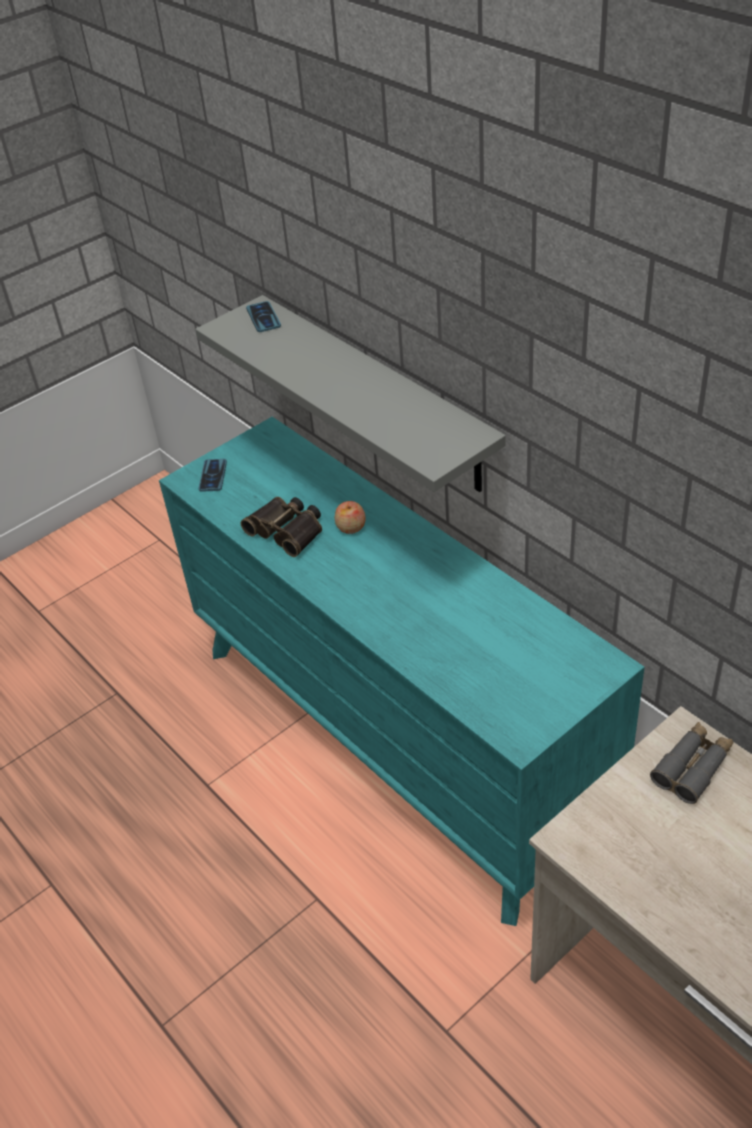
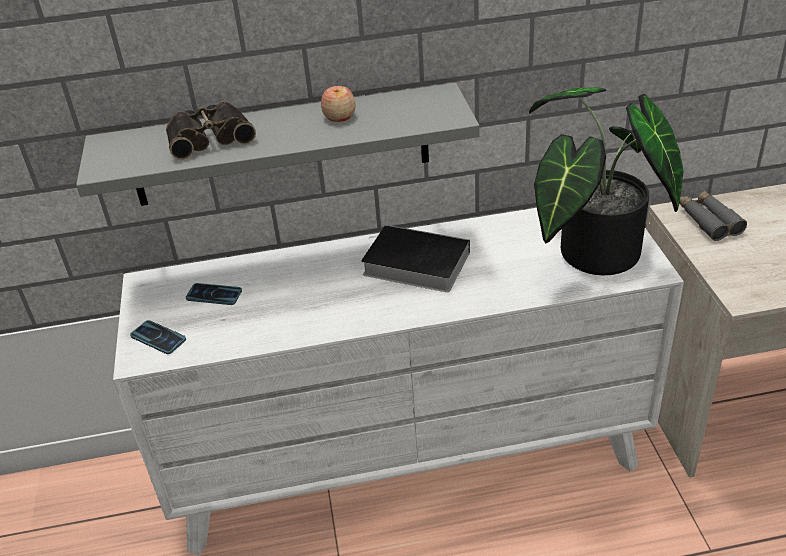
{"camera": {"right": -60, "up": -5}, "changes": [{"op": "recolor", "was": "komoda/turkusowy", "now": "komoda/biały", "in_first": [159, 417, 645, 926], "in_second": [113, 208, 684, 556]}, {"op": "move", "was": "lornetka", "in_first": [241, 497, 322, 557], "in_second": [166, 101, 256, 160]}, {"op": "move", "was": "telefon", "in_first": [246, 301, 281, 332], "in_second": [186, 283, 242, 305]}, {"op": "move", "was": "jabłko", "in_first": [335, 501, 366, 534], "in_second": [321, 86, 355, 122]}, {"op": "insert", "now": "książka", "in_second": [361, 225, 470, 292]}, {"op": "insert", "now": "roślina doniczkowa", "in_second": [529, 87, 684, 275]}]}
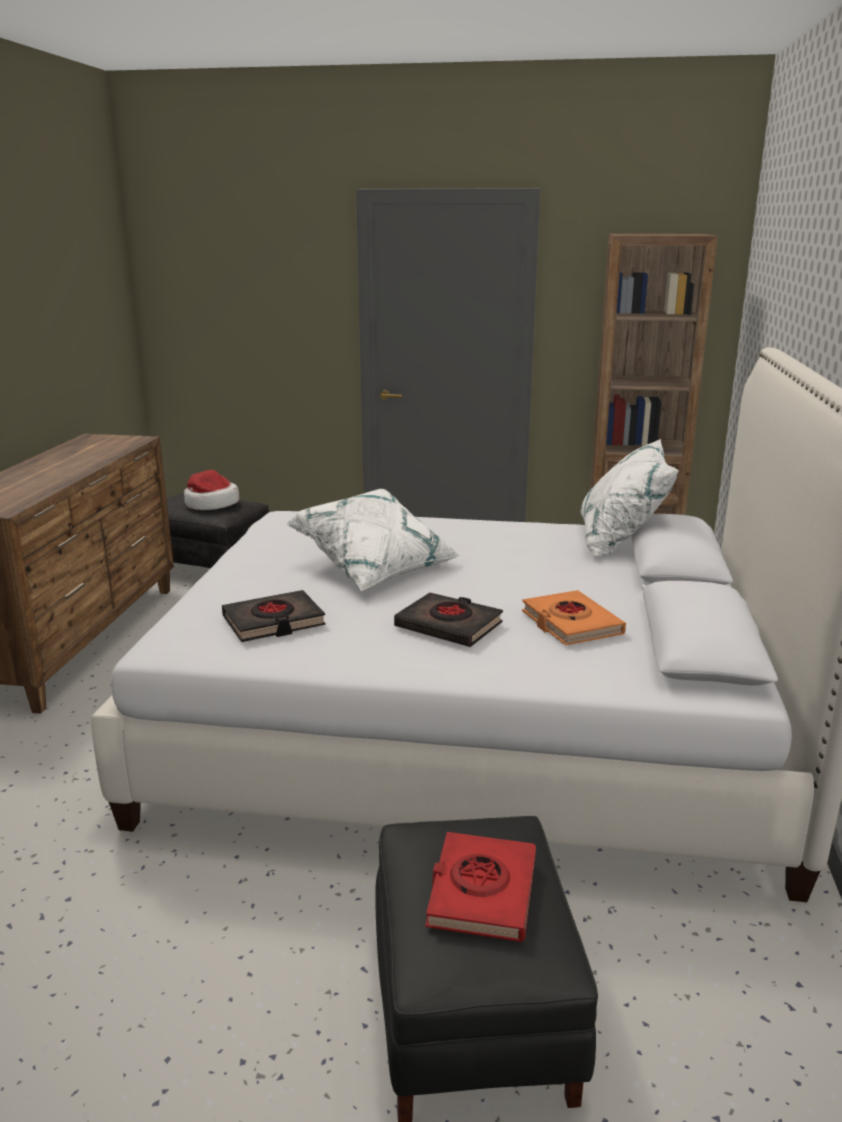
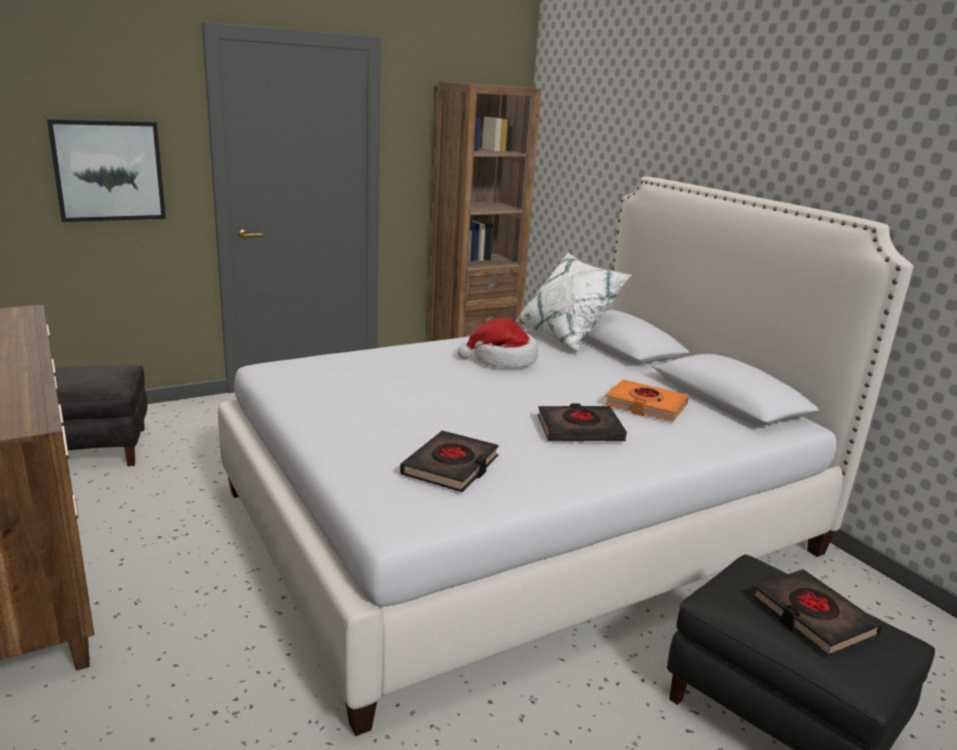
{"camera": {"right": -40, "up": 0}, "changes": [{"op": "insert", "now": "obraz", "in_second": [47, 119, 166, 222]}, {"op": "move", "was": "kapelusz", "in_first": [184, 470, 239, 510], "in_second": [458, 318, 538, 368]}, {"op": "recolor", "was": "książka/czerwony", "now": "książka/czarny", "in_first": [425, 832, 536, 942], "in_second": [752, 569, 883, 656]}, {"op": "delete", "was": "poduszka/biały", "in_first": [287, 489, 461, 591]}]}
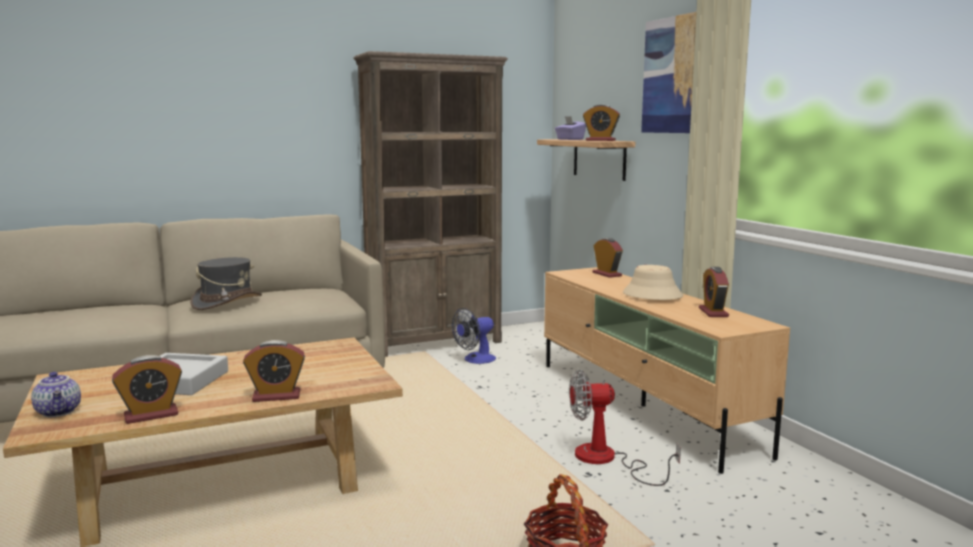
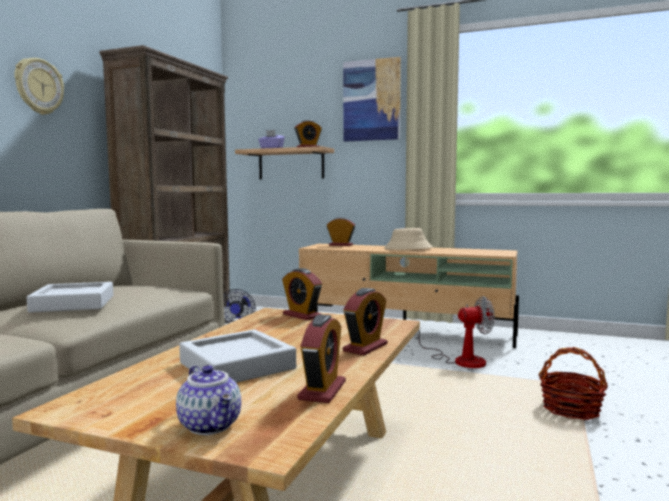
{"camera": {"right": -45, "up": -5}, "changes": [{"op": "insert", "now": "zegar ścienny", "in_second": [14, 58, 64, 115]}, {"op": "replace", "was": "kapelusz/szary", "now": "taca/szary", "in_first": [190, 257, 262, 310], "in_second": [27, 282, 113, 313]}, {"op": "rotate", "was": "imbryk", "in_first": [31, 372, 81, 417], "in_second": [176, 365, 241, 435], "clockwise": 45}, {"op": "move", "was": "budzik", "in_first": [699, 267, 729, 317], "in_second": [282, 268, 322, 320]}, {"op": "rotate", "was": "wentylator", "in_first": [569, 370, 681, 486], "in_second": [419, 296, 495, 368], "clockwise": -135}]}
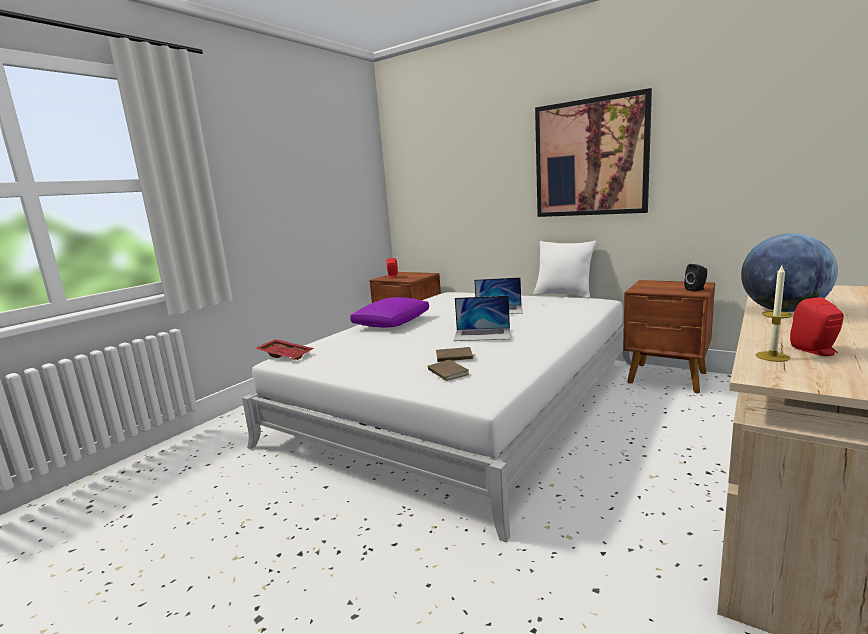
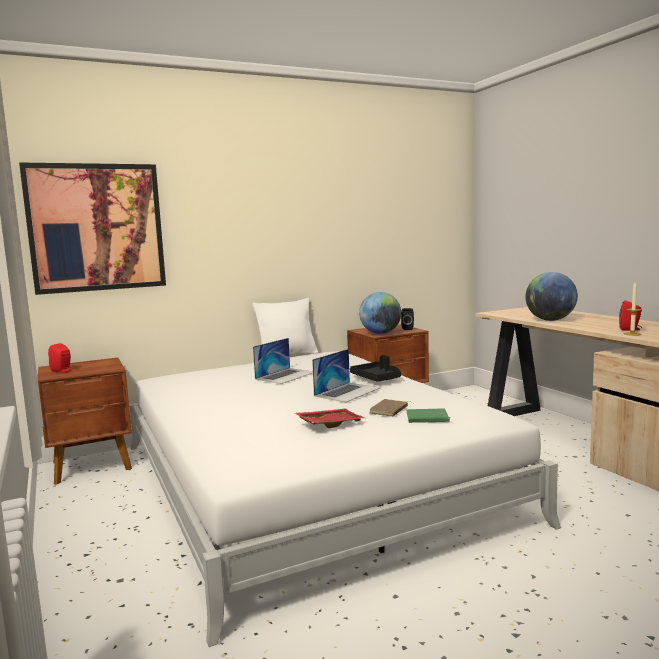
{"camera": {"right": -60, "up": -5}, "changes": [{"op": "move", "was": "obraz", "in_first": [535, 88, 652, 217], "in_second": [19, 162, 166, 295]}, {"op": "move", "was": "taca/czerwony", "in_first": [255, 339, 314, 360], "in_second": [295, 409, 365, 428]}, {"op": "insert", "now": "taca/czarny", "in_second": [350, 355, 401, 382]}, {"op": "insert", "now": "globus", "in_second": [359, 292, 401, 334]}, {"op": "recolor", "was": "książka/brązowy", "now": "książka/zielony", "in_first": [427, 360, 469, 381], "in_second": [406, 408, 451, 423]}, {"op": "delete", "was": "poduszka/fioletowy", "in_first": [350, 297, 429, 328]}]}
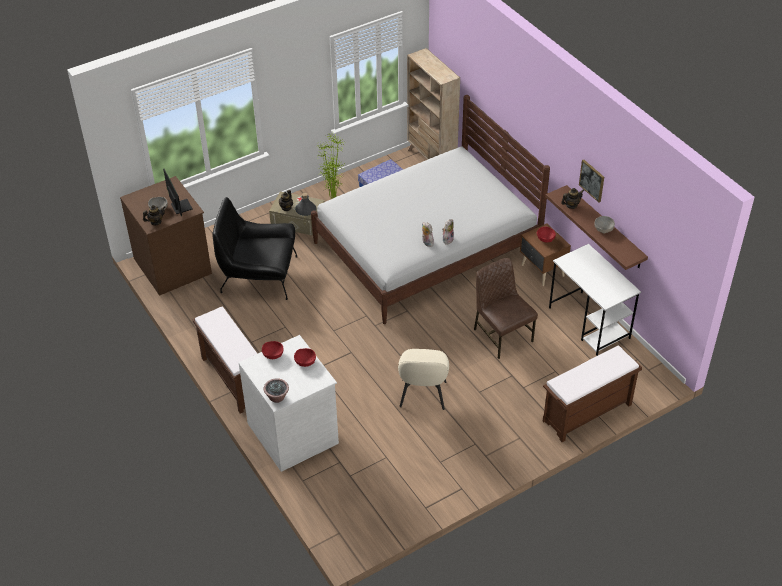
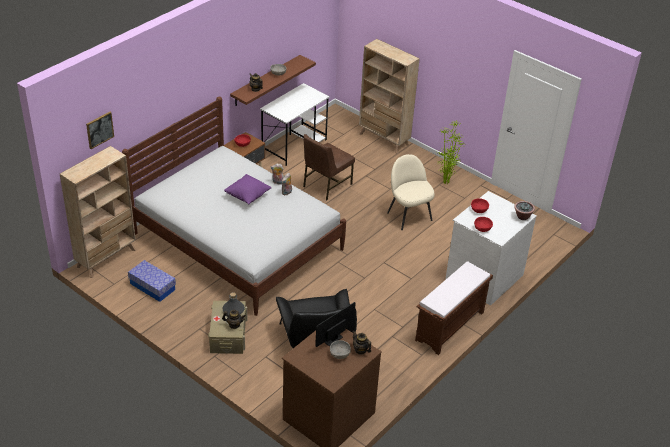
{"camera": {"right": -110, "up": -5}, "changes": [{"op": "move", "was": "obraz", "in_first": [579, 159, 604, 203], "in_second": [86, 112, 114, 149]}, {"op": "insert", "now": "poduszka/fioletowy", "in_second": [224, 174, 271, 204]}, {"op": "replace", "was": "ławka/brązowy", "now": "regał/beżowy", "in_first": [543, 345, 642, 442], "in_second": [359, 39, 420, 154]}, {"op": "rotate", "was": "krzesło/beżowy", "in_first": [398, 349, 449, 410], "in_second": [387, 154, 435, 230], "clockwise": -105}, {"op": "move", "was": "roślina doniczkowa", "in_first": [316, 131, 346, 199], "in_second": [437, 121, 465, 185]}]}
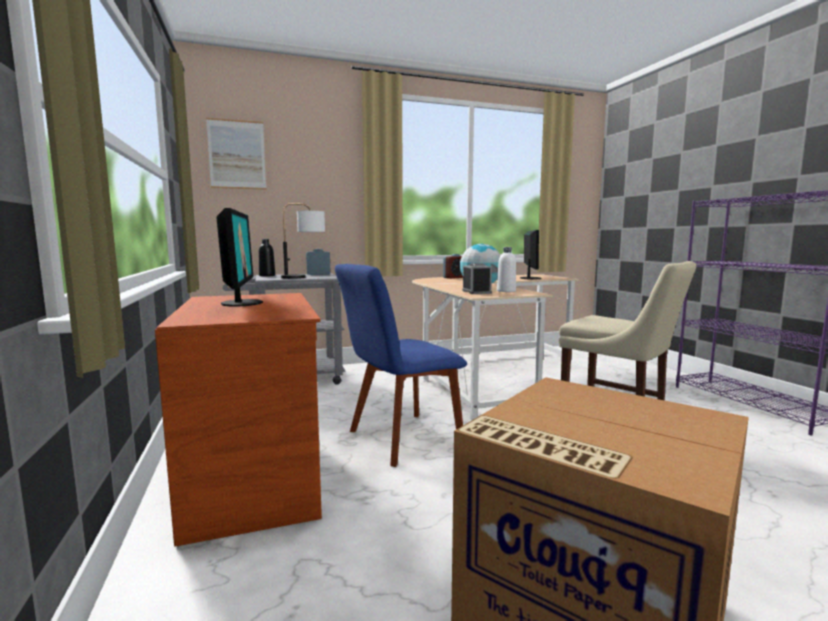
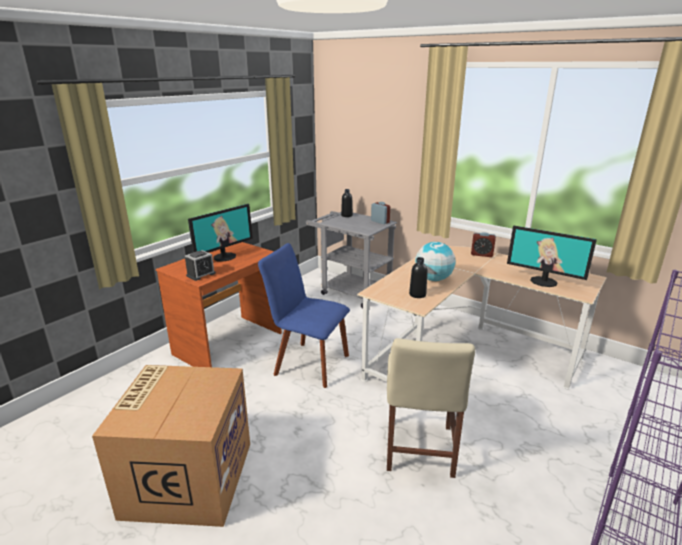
{"camera": {"right": 55, "up": 15}, "changes": [{"op": "move", "was": "budzik", "in_first": [463, 263, 492, 294], "in_second": [185, 250, 216, 281]}, {"op": "recolor", "was": "butelka/biały", "now": "butelka/czarny", "in_first": [497, 247, 516, 292], "in_second": [409, 257, 427, 298]}, {"op": "rotate", "was": "monitor", "in_first": [520, 230, 541, 280], "in_second": [507, 226, 597, 287], "clockwise": 60}, {"op": "delete", "was": "obraz", "in_first": [206, 118, 266, 190]}, {"op": "delete", "was": "lampa stołowa", "in_first": [281, 203, 325, 279]}]}
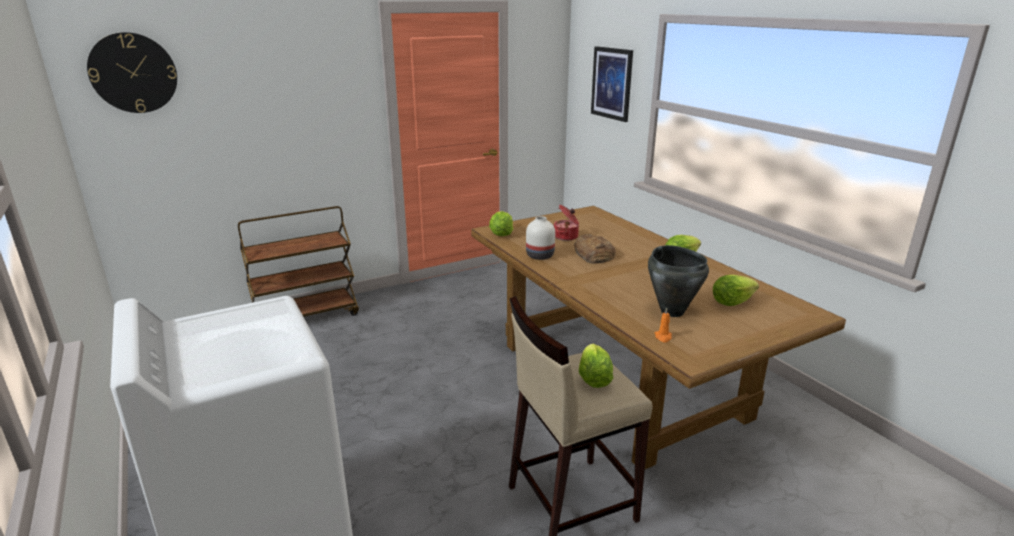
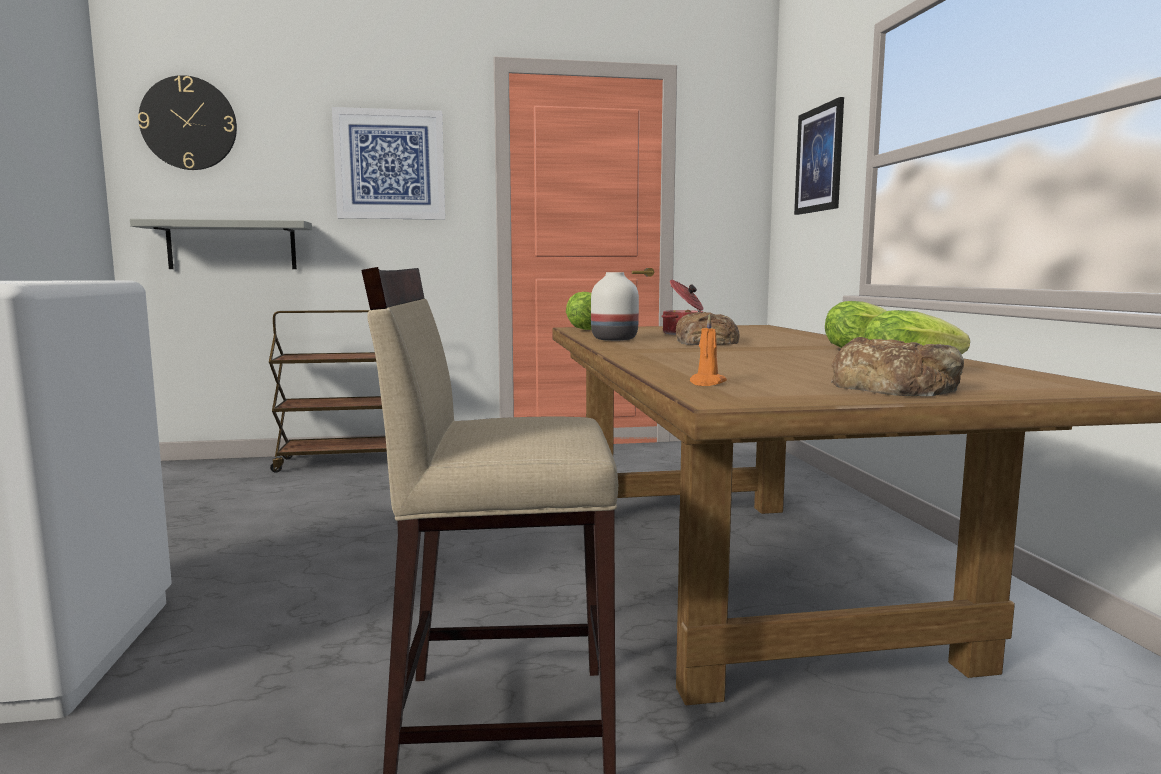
{"camera": {"right": 20, "up": -15}, "changes": [{"op": "insert", "now": "półka/szary", "in_second": [130, 219, 312, 269]}, {"op": "insert", "now": "obraz", "in_second": [332, 107, 445, 220]}, {"op": "insert", "now": "chleb", "in_second": [831, 337, 964, 396]}, {"op": "delete", "was": "sałata", "in_first": [579, 343, 613, 388]}, {"op": "delete", "was": "garnek/czarny", "in_first": [648, 245, 709, 317]}]}
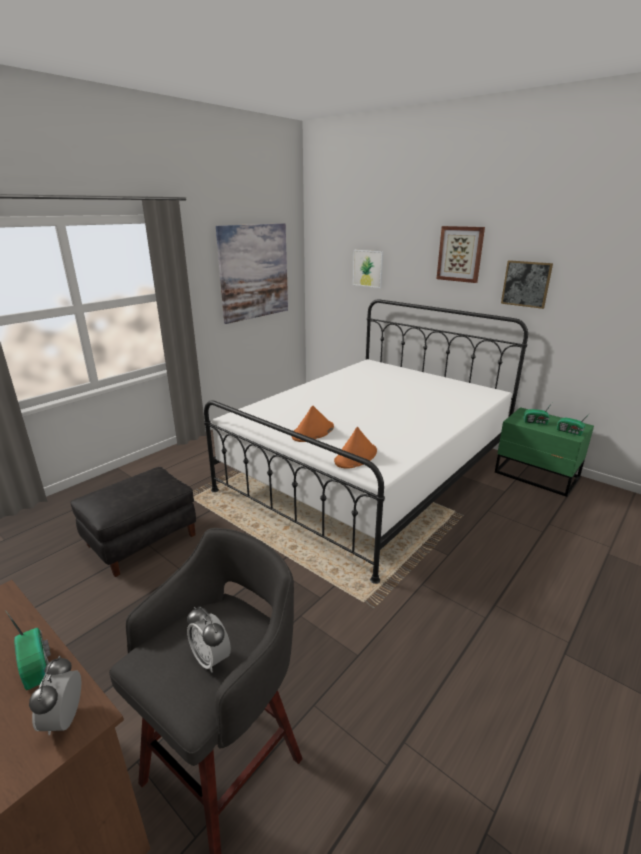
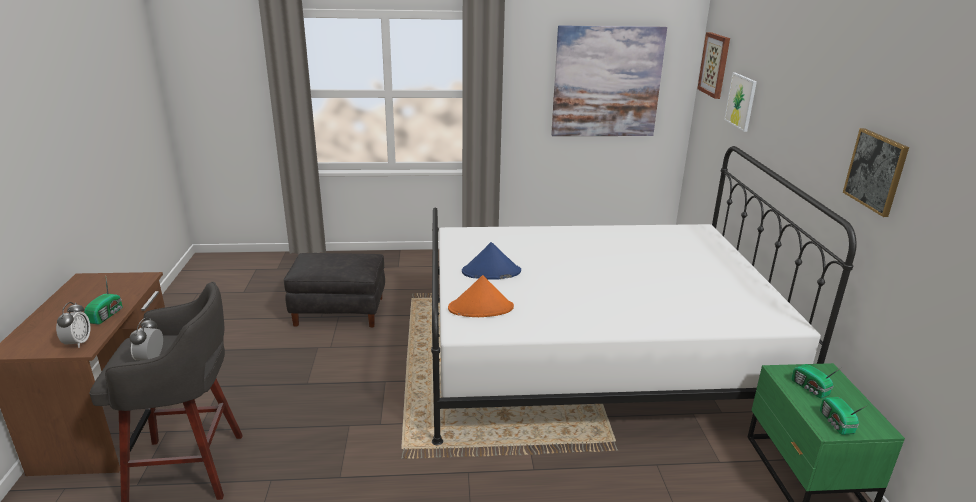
{"camera": {"right": 45, "up": 0}, "changes": [{"op": "rotate", "was": "budzik", "in_first": [29, 656, 81, 735], "in_second": [56, 302, 90, 348], "clockwise": 135}, {"op": "recolor", "was": "kapelusz/pomarańczowy", "now": "kapelusz/niebieski", "in_first": [291, 406, 334, 442], "in_second": [462, 242, 521, 280]}, {"op": "move", "was": "obraz", "in_first": [436, 226, 485, 283], "in_second": [697, 32, 730, 99]}]}
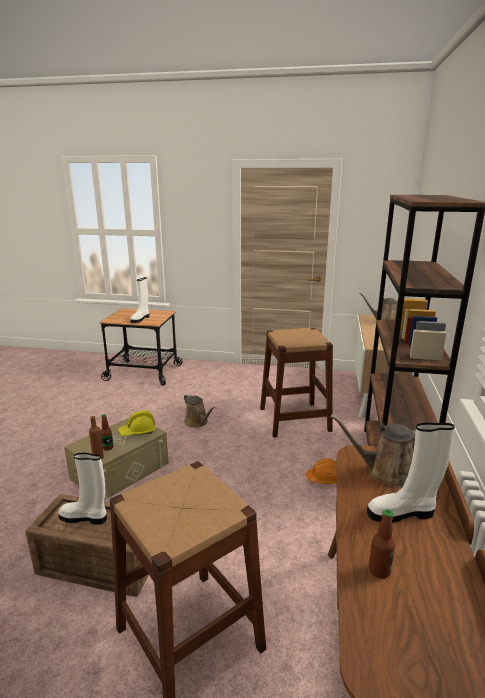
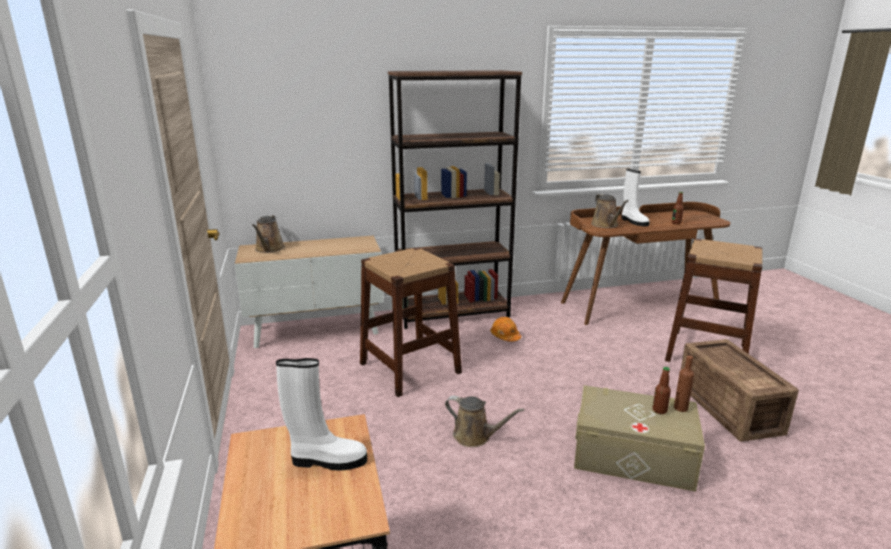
{"camera": {"right": -115, "up": 0}, "changes": [{"op": "rotate", "was": "konewka/brązowy", "in_first": [184, 394, 215, 428], "in_second": [445, 396, 524, 447], "clockwise": 90}, {"op": "delete", "was": "but z cholewką/biały", "in_first": [58, 453, 107, 525]}, {"op": "delete", "was": "kask/żółty", "in_first": [118, 410, 156, 436]}]}
